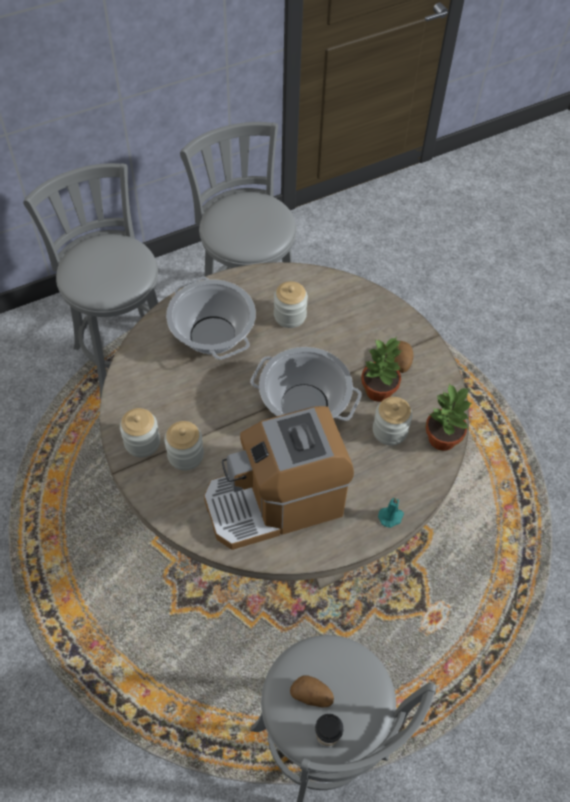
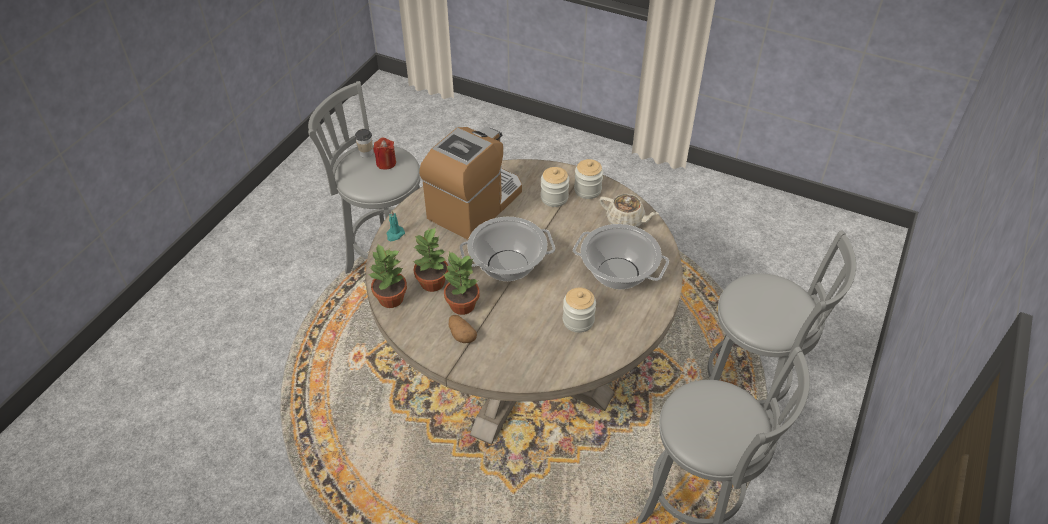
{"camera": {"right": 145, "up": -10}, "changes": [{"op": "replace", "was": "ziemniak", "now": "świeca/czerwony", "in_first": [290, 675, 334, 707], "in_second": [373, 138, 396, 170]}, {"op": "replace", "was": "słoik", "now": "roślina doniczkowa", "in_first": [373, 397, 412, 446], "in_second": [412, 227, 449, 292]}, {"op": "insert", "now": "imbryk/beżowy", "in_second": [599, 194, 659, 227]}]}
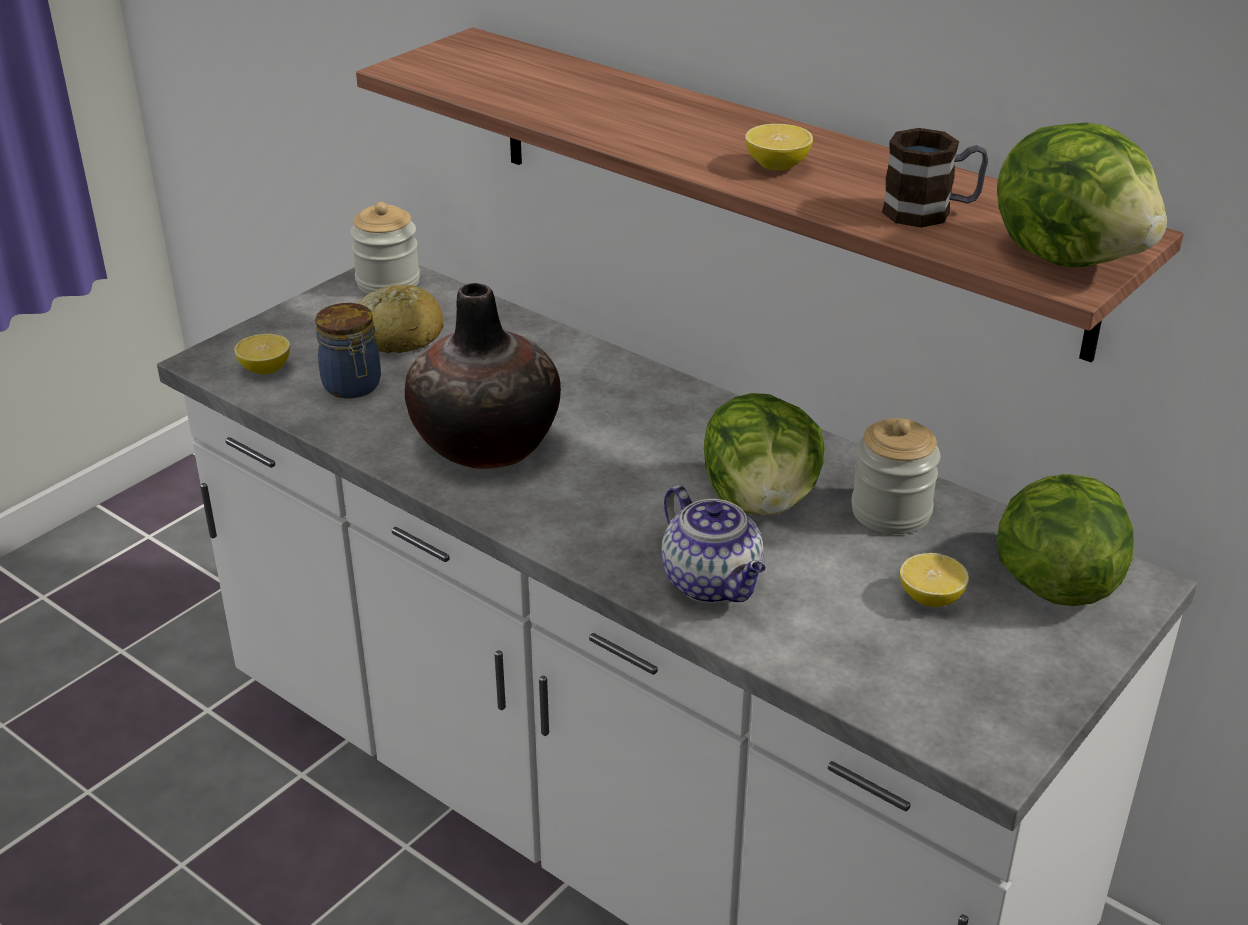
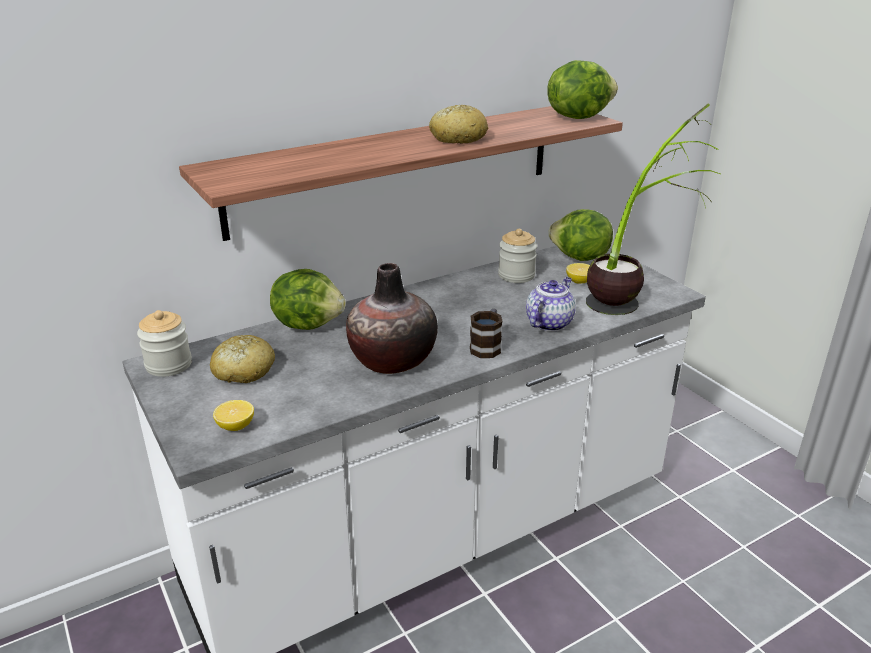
{"camera": {"right": -70, "up": -5}, "changes": [{"op": "move", "was": "sałata", "in_first": [704, 393, 825, 515], "in_second": [270, 269, 346, 330]}, {"op": "replace", "was": "cytryna", "now": "chleb", "in_first": [745, 124, 813, 171], "in_second": [429, 105, 488, 144]}, {"op": "move", "was": "kubek", "in_first": [882, 128, 988, 228], "in_second": [470, 309, 502, 358]}, {"op": "rotate", "was": "imbryk", "in_first": [661, 485, 766, 603], "in_second": [526, 277, 576, 331], "clockwise": -45}, {"op": "insert", "now": "roślina doniczkowa", "in_second": [586, 104, 720, 315]}, {"op": "delete", "was": "słoik", "in_first": [315, 303, 381, 398]}]}
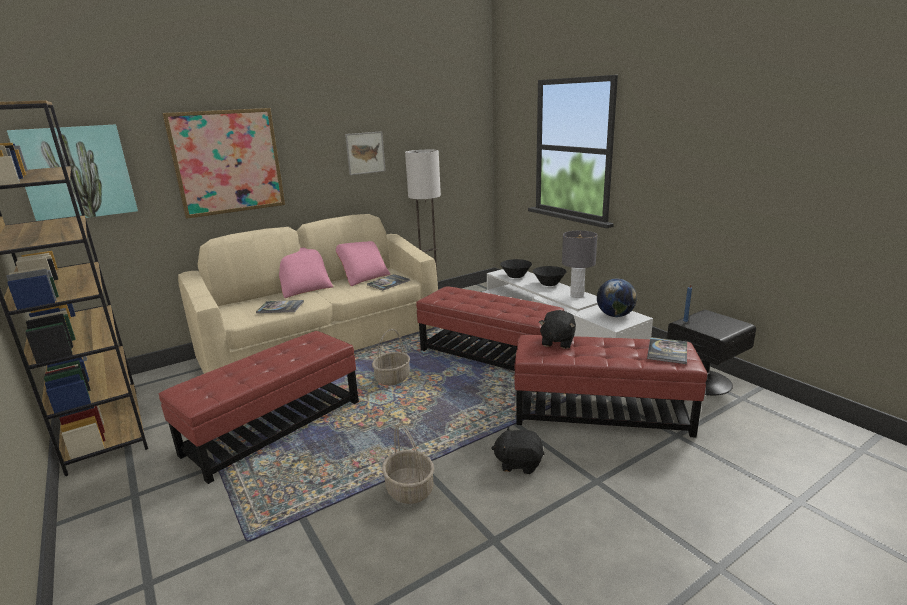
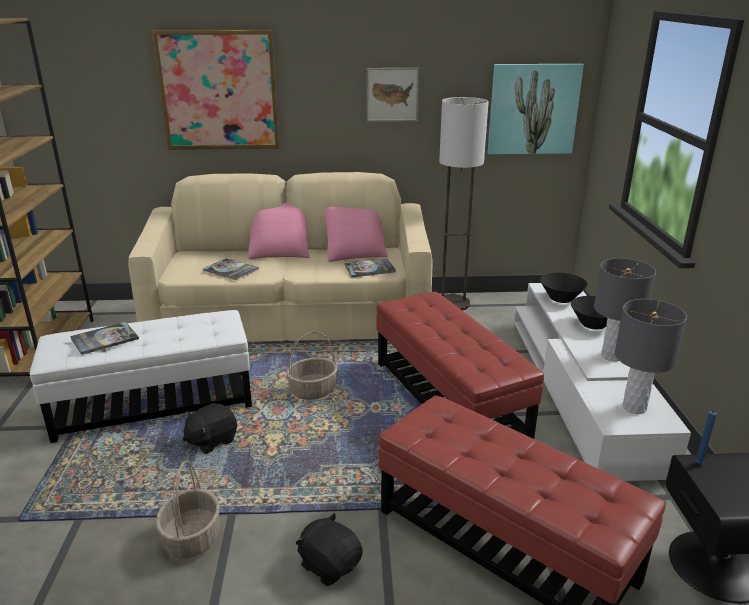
{"camera": {"right": 30, "up": 5}, "changes": [{"op": "recolor", "was": "pufa/czerwony", "now": "pufa/biały", "in_first": [159, 331, 359, 484], "in_second": [30, 310, 252, 443]}, {"op": "move", "was": "książka", "in_first": [647, 337, 687, 364], "in_second": [70, 322, 139, 355]}, {"op": "move", "was": "pluszak/czarny", "in_first": [539, 310, 576, 349], "in_second": [183, 403, 237, 454]}, {"op": "move", "was": "obraz", "in_first": [7, 124, 138, 221], "in_second": [488, 64, 584, 154]}, {"op": "replace", "was": "globus", "now": "lampa stołowa/szary", "in_first": [597, 279, 637, 317], "in_second": [615, 299, 687, 414]}]}
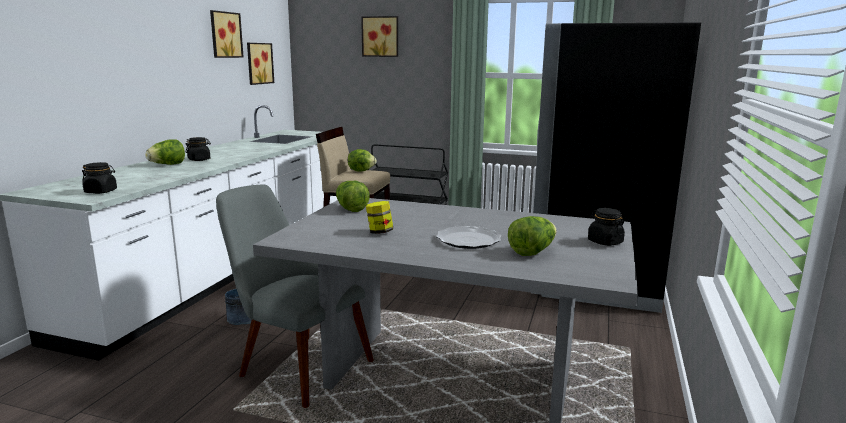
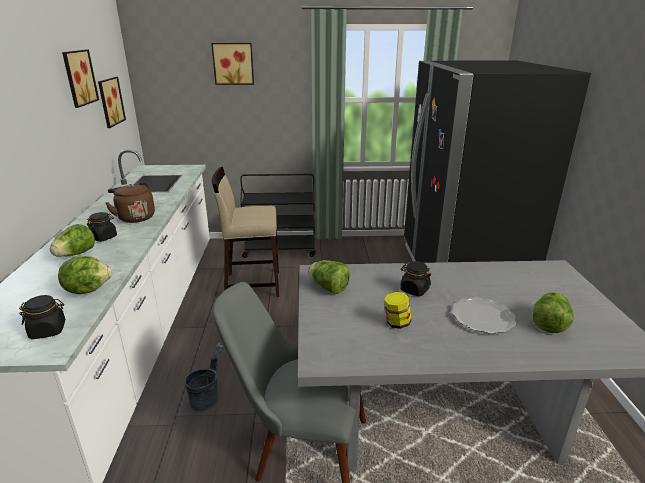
{"camera": {"right": -20, "up": 10}, "changes": [{"op": "move", "was": "sałata", "in_first": [348, 149, 377, 172], "in_second": [58, 256, 112, 294]}, {"op": "insert", "now": "czajnik/brązowy", "in_second": [106, 183, 155, 223]}, {"op": "move", "was": "słoik/czarny", "in_first": [588, 208, 625, 246], "in_second": [400, 261, 431, 296]}]}
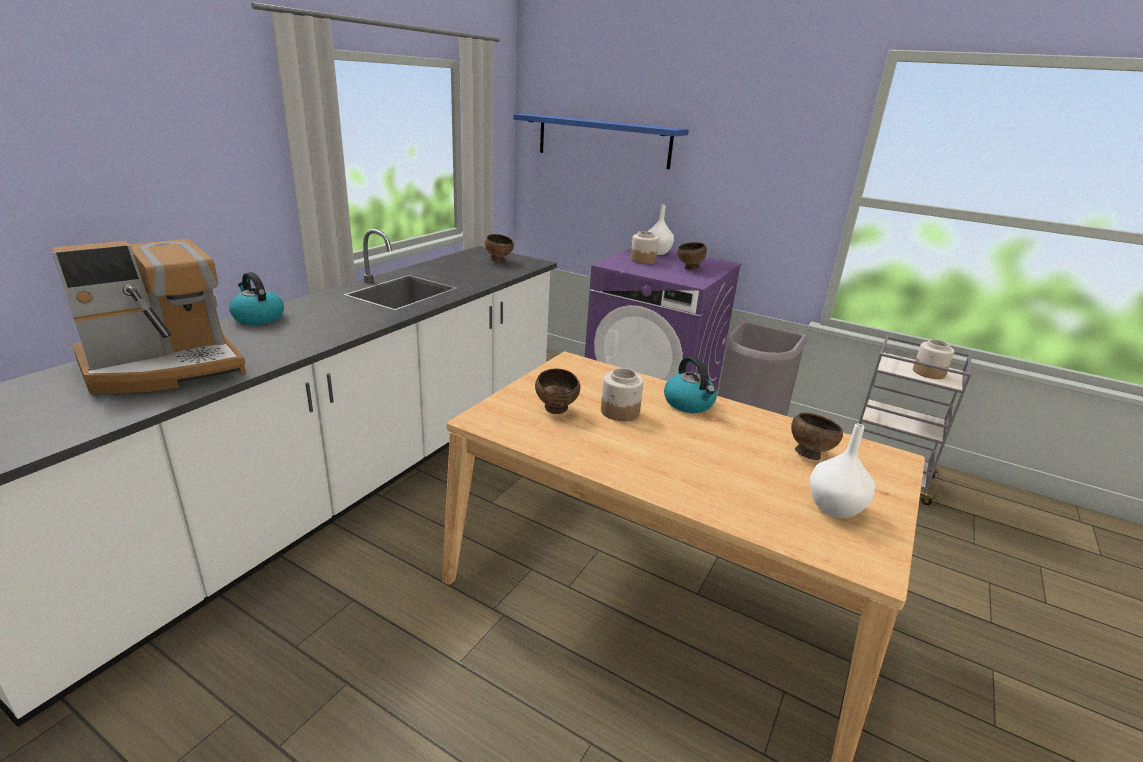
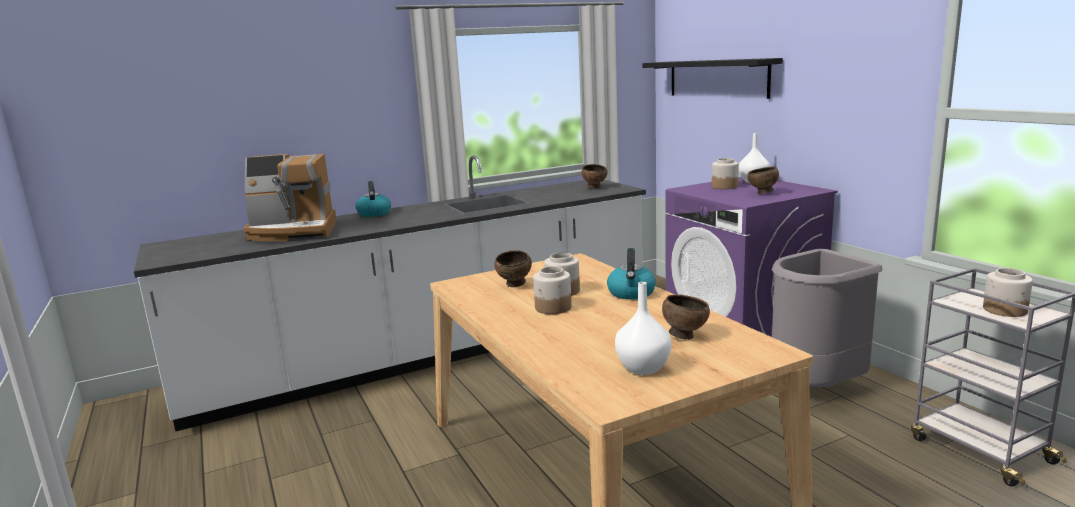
{"camera": {"right": 35, "up": -10}, "changes": [{"op": "insert", "now": "słoik", "in_second": [533, 266, 572, 314]}, {"op": "recolor", "was": "półka/niebieski", "now": "półka/czarny", "in_first": [514, 114, 689, 169], "in_second": [642, 58, 783, 99]}]}
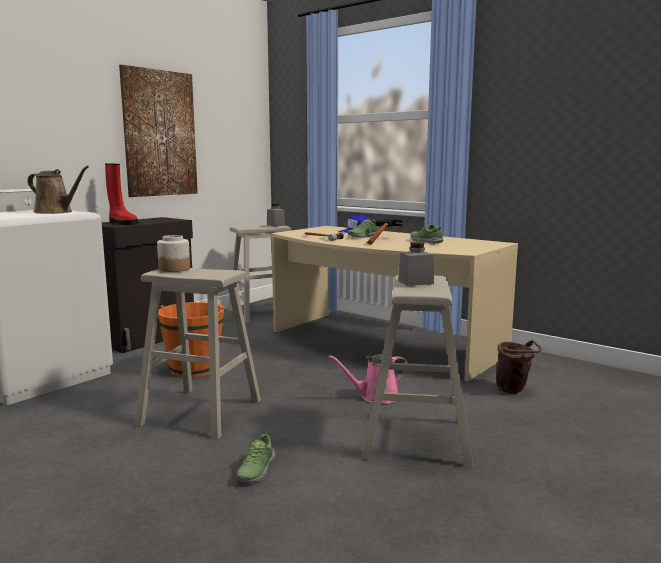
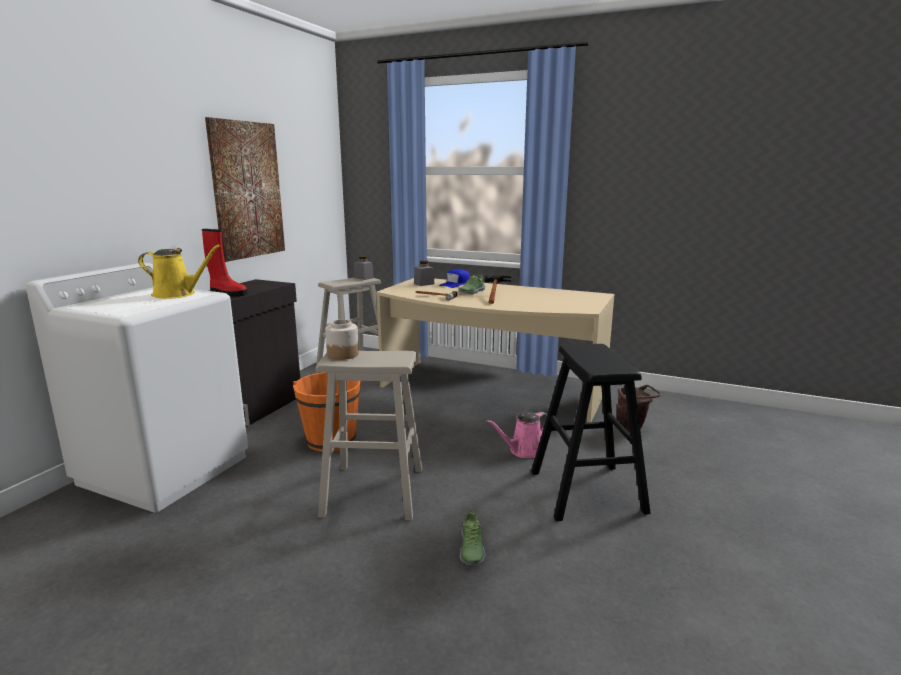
{"camera": {"right": -15, "up": 5}, "changes": [{"op": "recolor", "was": "konewka/brązowy", "now": "konewka/żółty", "in_first": [28, 166, 89, 214], "in_second": [138, 244, 221, 299]}, {"op": "move", "was": "słoik/szary", "in_first": [398, 242, 434, 286], "in_second": [414, 260, 435, 286]}, {"op": "recolor", "was": "stołek/beżowy", "now": "stołek/czarny", "in_first": [362, 275, 473, 468], "in_second": [531, 344, 651, 521]}, {"op": "delete", "was": "but", "in_first": [410, 224, 444, 244]}]}
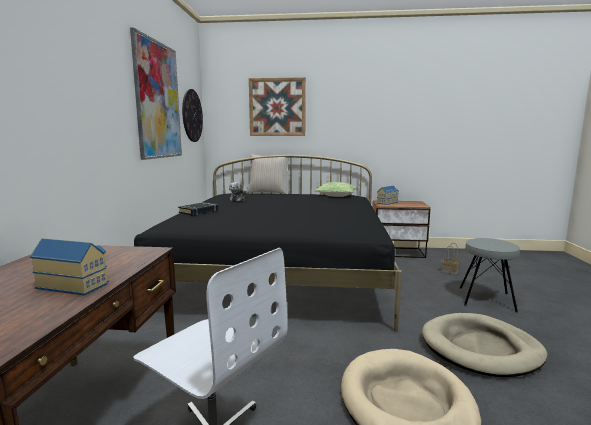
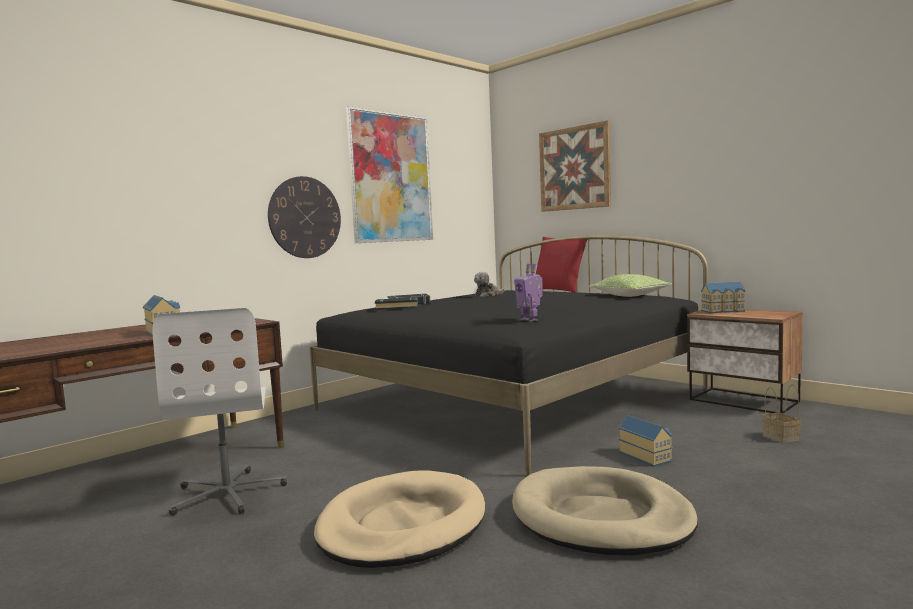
{"camera": {"right": 40, "up": -5}, "changes": [{"op": "move", "was": "zegar ścienny", "in_first": [182, 89, 203, 142], "in_second": [268, 176, 341, 258]}, {"op": "insert", "now": "książka/czarny", "in_second": [375, 297, 418, 310]}, {"op": "insert", "now": "robot zabawkowy", "in_second": [514, 264, 542, 321]}, {"op": "recolor", "was": "poduszka/beżowy", "now": "poduszka/czerwony", "in_first": [246, 154, 290, 194], "in_second": [536, 237, 588, 292]}, {"op": "insert", "now": "domek", "in_second": [619, 415, 672, 467]}, {"op": "delete", "was": "stołek/szary", "in_first": [460, 238, 520, 312]}]}
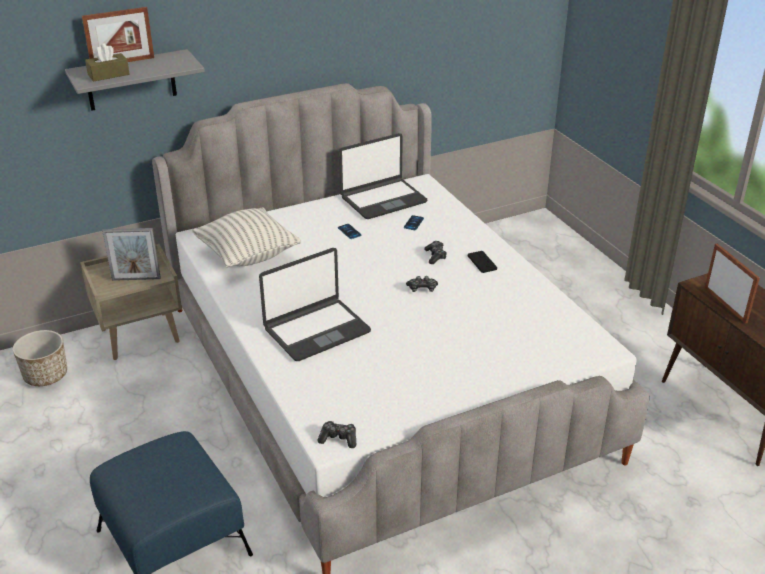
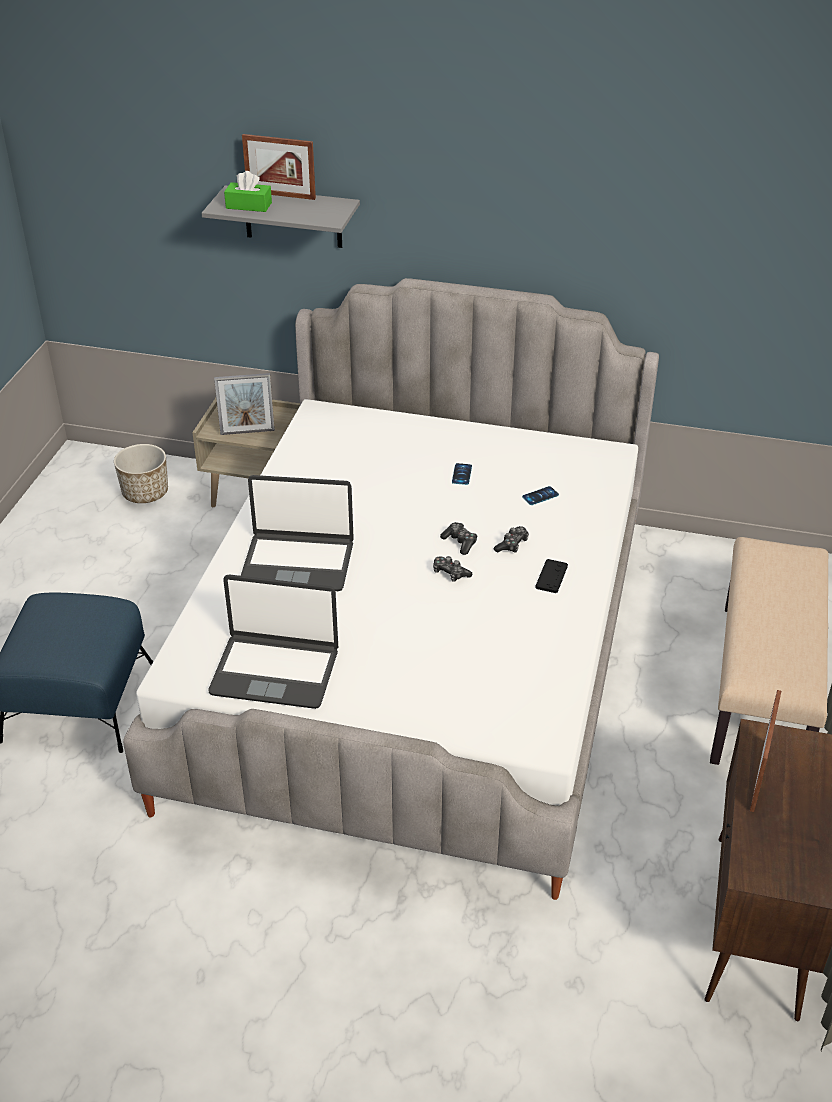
{"camera": {"right": 40, "up": 5}, "changes": [{"op": "move", "was": "laptop", "in_first": [339, 133, 427, 219], "in_second": [208, 575, 338, 709]}, {"op": "rotate", "was": "ramka na zdjęcie", "in_first": [102, 228, 161, 281], "in_second": [214, 373, 275, 435], "clockwise": -45}, {"op": "recolor", "was": "pudełko chusteczek/brązowy", "now": "pudełko chusteczek/zielony", "in_first": [85, 43, 130, 82], "in_second": [224, 171, 272, 212]}, {"op": "move", "was": "pad do gier", "in_first": [317, 421, 356, 448], "in_second": [440, 522, 478, 555]}, {"op": "insert", "now": "ławka/beżowy", "in_second": [710, 537, 828, 765]}, {"op": "delete", "was": "poduszka", "in_first": [192, 207, 301, 268]}]}
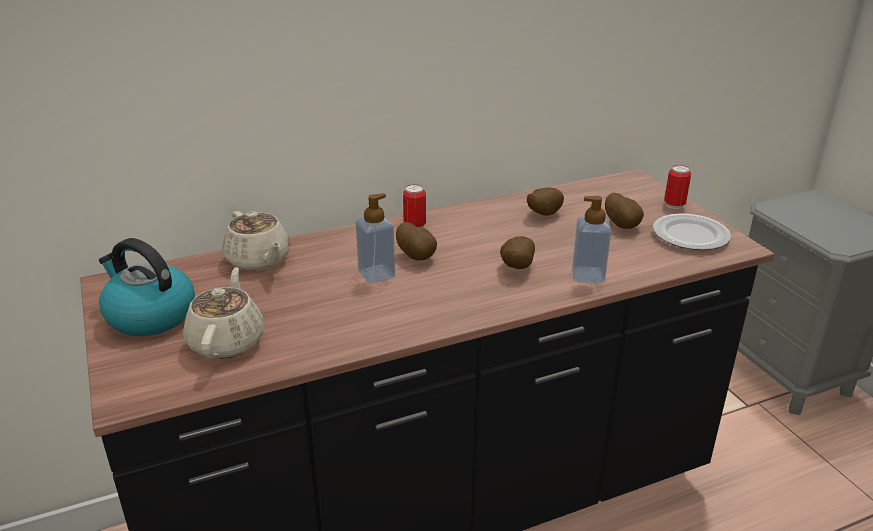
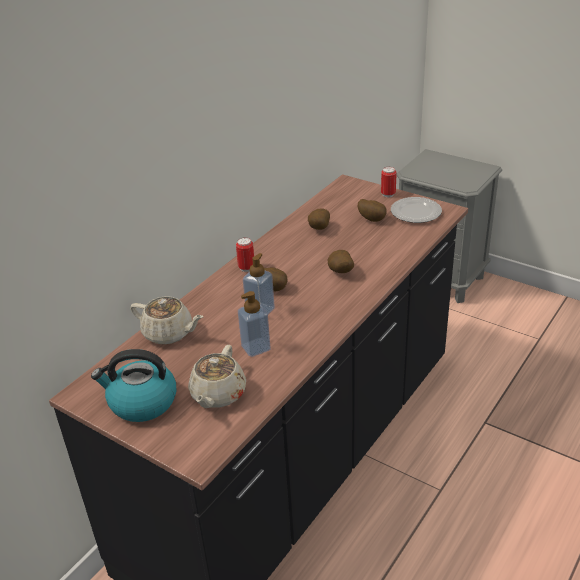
{"camera": {"right": -30, "up": 5}, "changes": [{"op": "rotate", "was": "imbryk/beżowy", "in_first": [183, 267, 264, 359], "in_second": [188, 345, 246, 408], "clockwise": -135}, {"op": "move", "was": "dozownik mydła", "in_first": [572, 196, 611, 283], "in_second": [238, 291, 271, 357]}]}
